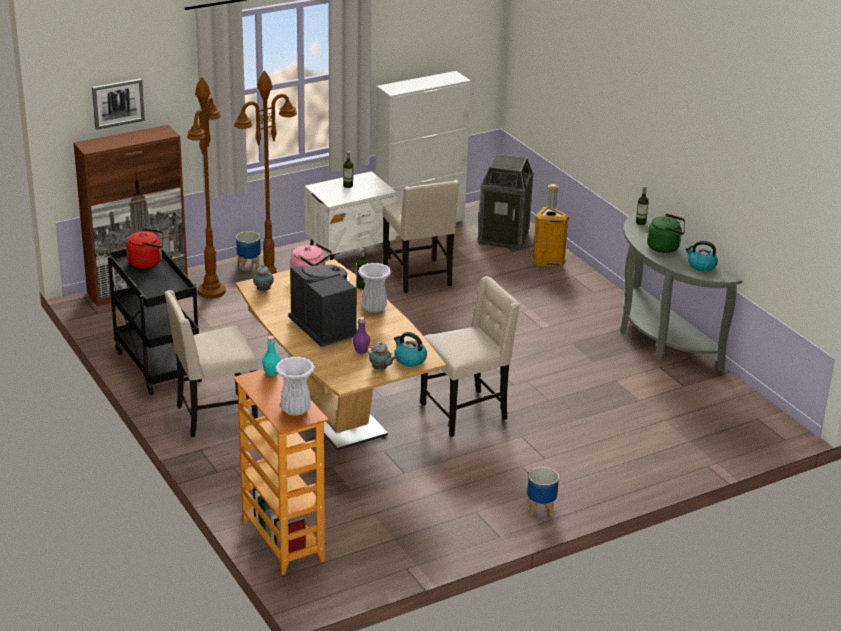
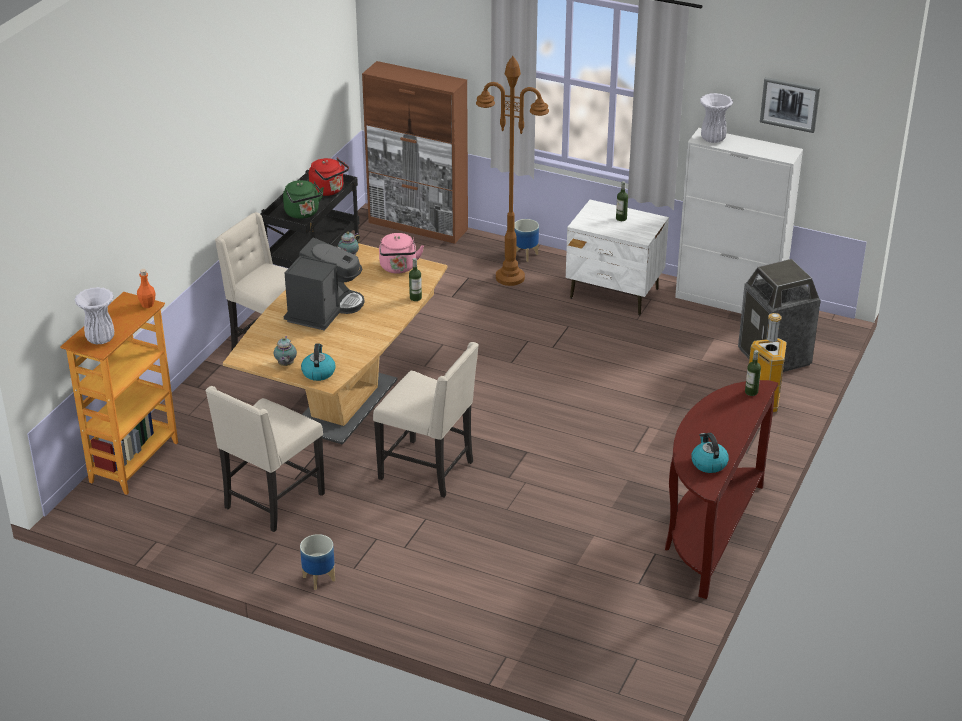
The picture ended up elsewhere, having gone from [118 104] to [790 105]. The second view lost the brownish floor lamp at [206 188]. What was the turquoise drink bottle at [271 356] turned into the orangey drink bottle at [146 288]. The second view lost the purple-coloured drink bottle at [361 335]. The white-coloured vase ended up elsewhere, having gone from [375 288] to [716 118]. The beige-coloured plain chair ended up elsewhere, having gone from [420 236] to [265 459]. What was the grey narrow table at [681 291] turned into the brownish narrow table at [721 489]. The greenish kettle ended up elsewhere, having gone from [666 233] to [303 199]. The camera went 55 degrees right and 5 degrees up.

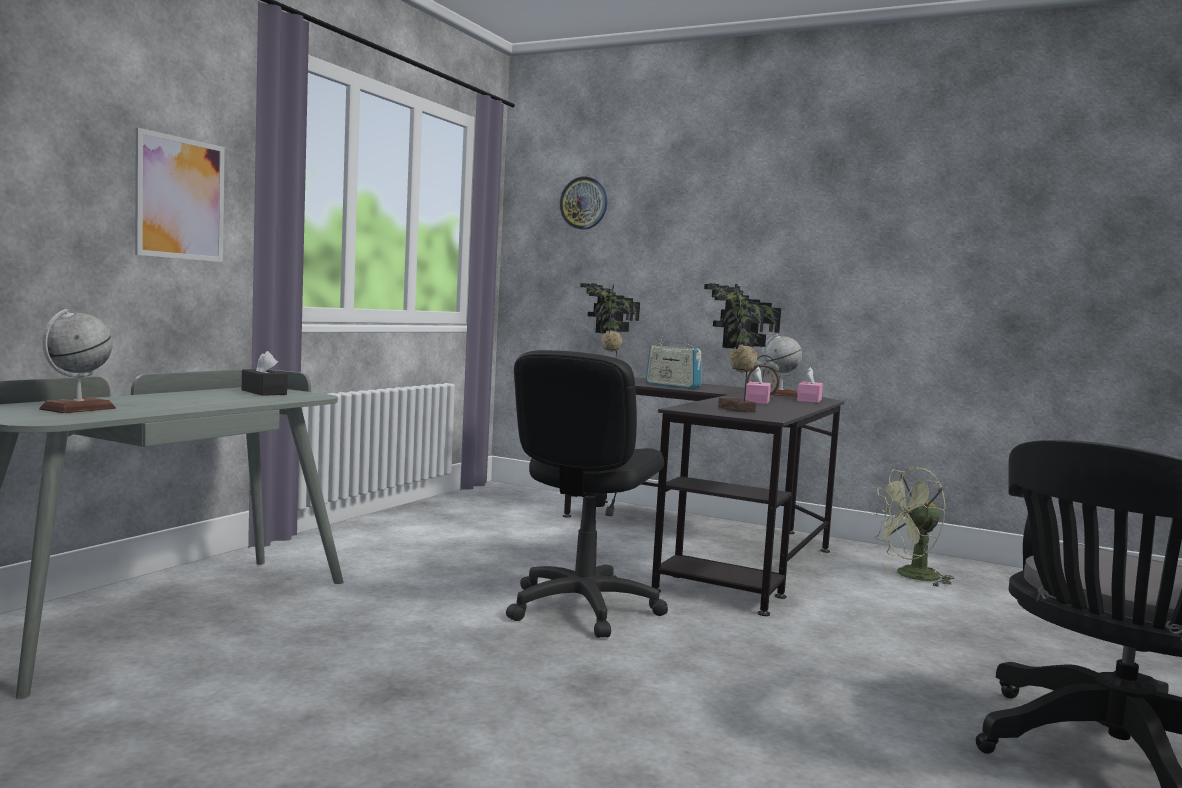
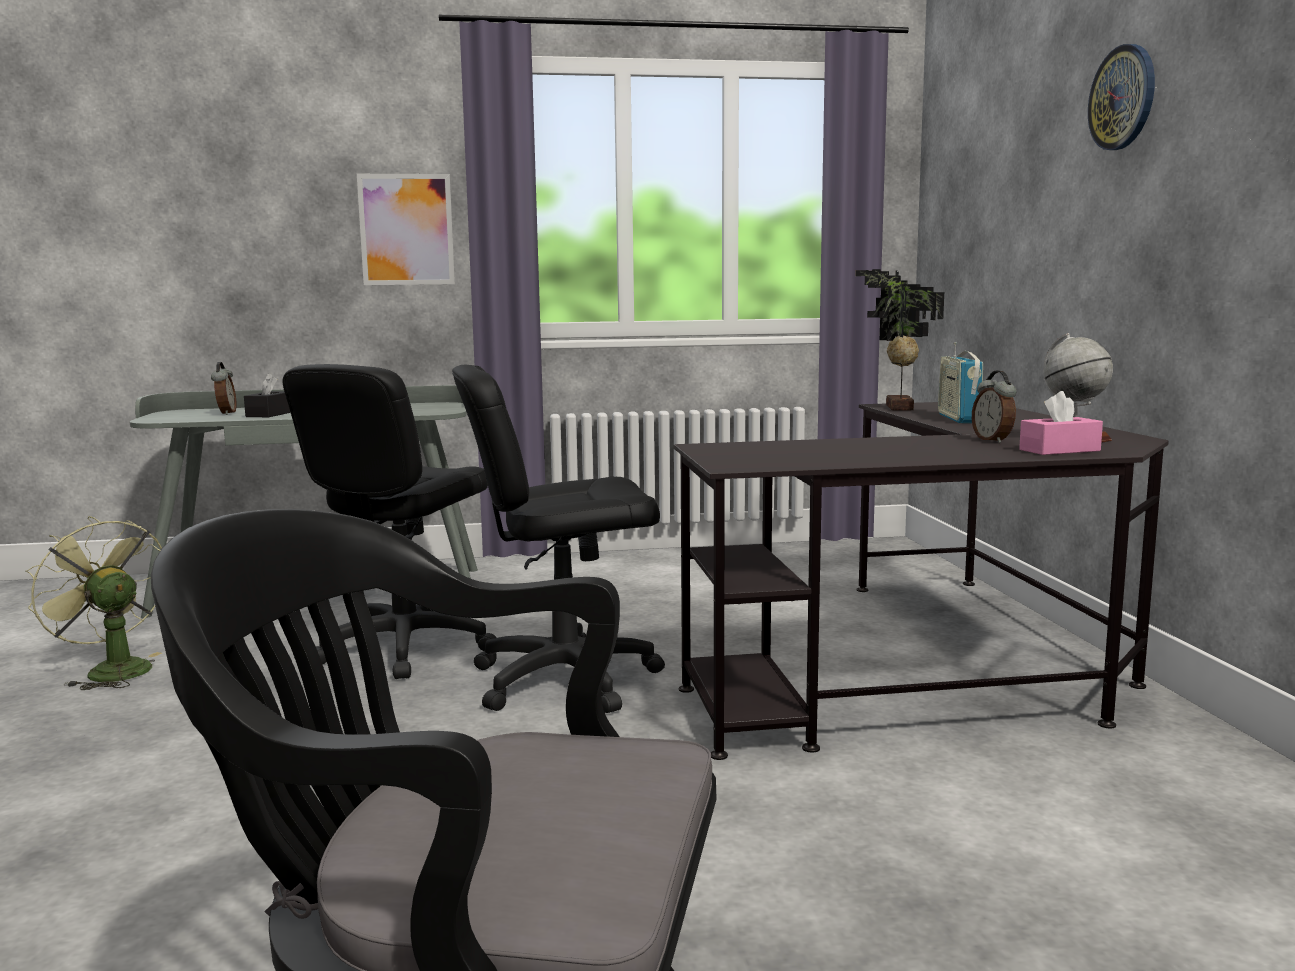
Where the globe stood at [77 361], the alarm clock came to stand at [224 388]. The black-coloured box of tissues ended up elsewhere, having gone from [264 373] to [267 395]. The clock on the wall ended up elsewhere, having gone from [583 203] to [1121 97]. The second view lost the plant in a pot at [742 347]. The second view lost the pink box of tissues at [758 385]. The greenish cooling fan ended up elsewhere, having gone from [912 526] to [93 603]. The second view gained the black-coloured office chair at [389 521]. The camera went 55 degrees right and 5 degrees up.

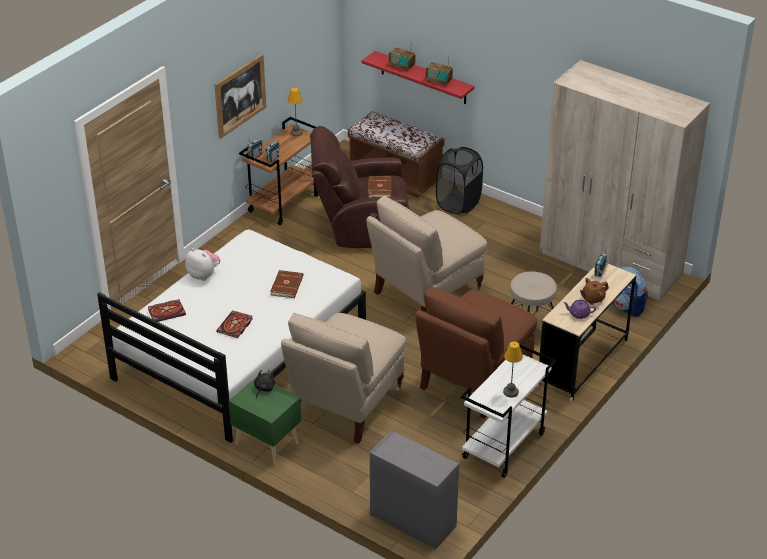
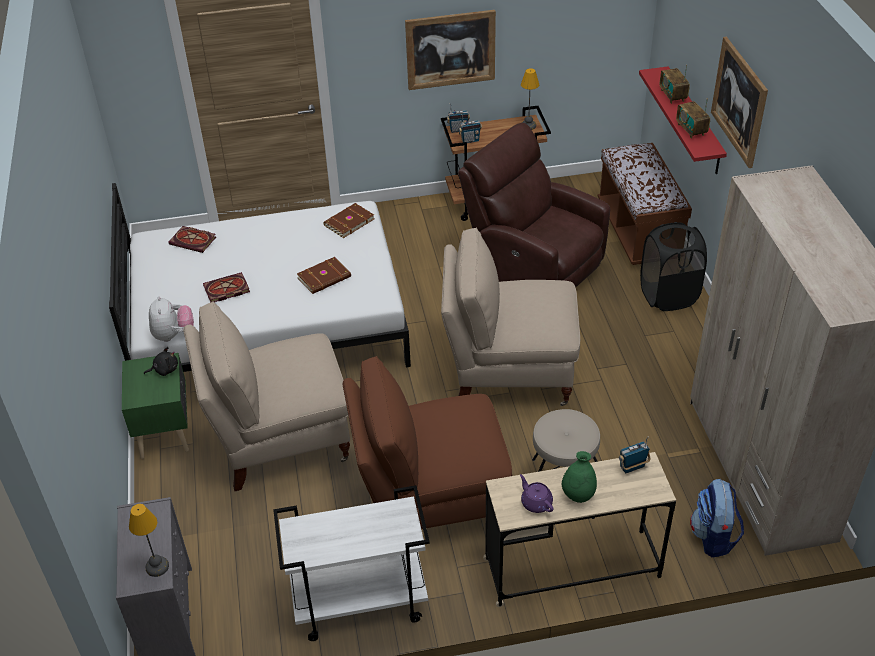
The soft toy ended up elsewhere, having gone from [202 264] to [171 319]. The brownish volume ended up elsewhere, having gone from [380 187] to [349 220]. The table lamp ended up elsewhere, having gone from [513 370] to [149 540]. Where the brownish tea pot stood at [594 291], the greenish vase came to stand at [579 477]. The second view gained the picture at [739 102]. The camera went 45 degrees right and 5 degrees up.

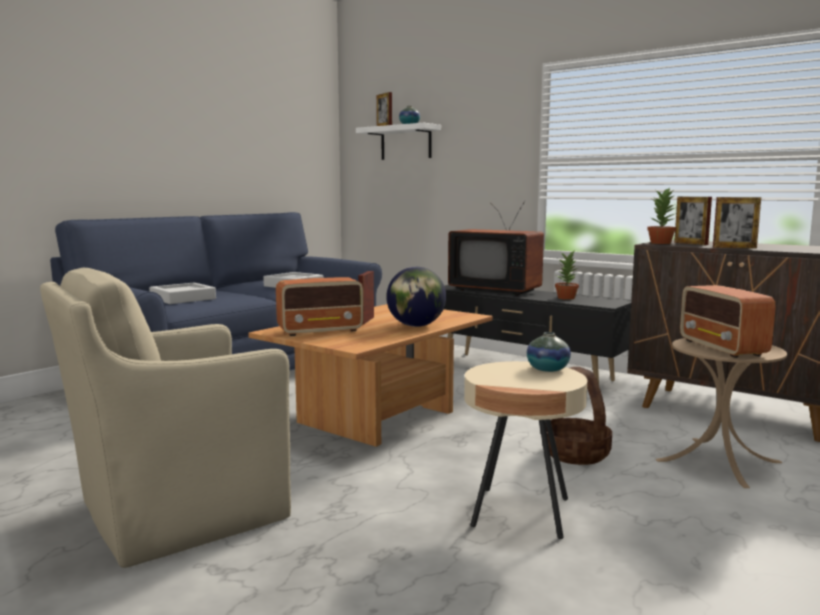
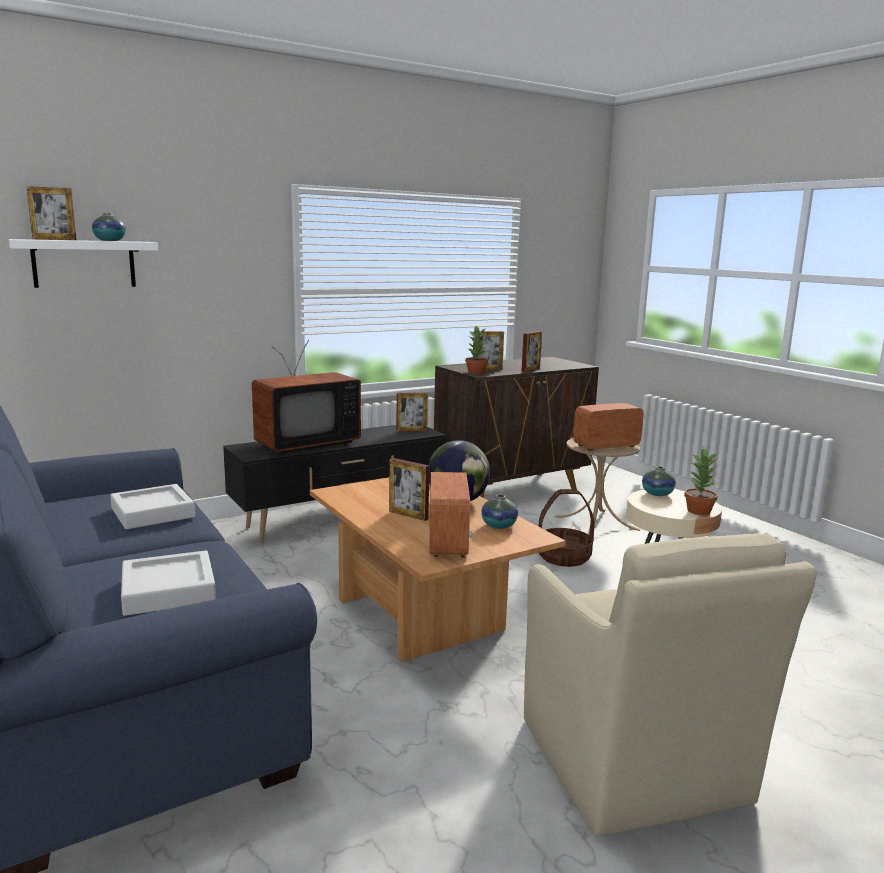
The plant in a pot ended up elsewhere, having gone from [567 275] to [701 481]. The radio at [727 321] ended up facing another way, 150 degrees clockwise from before. The second view gained the photo frame at [412 412]. The second view gained the vase at [499 512]. The camera went 70 degrees left and 5 degrees up.

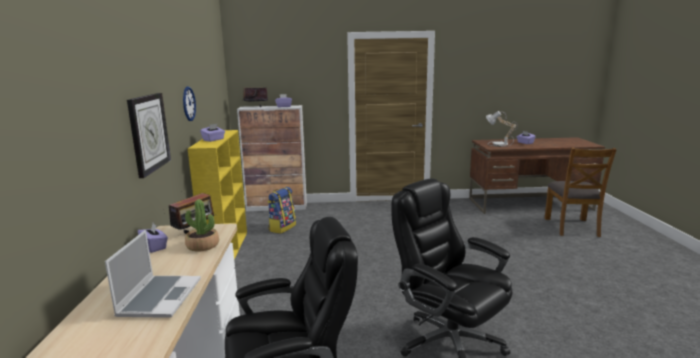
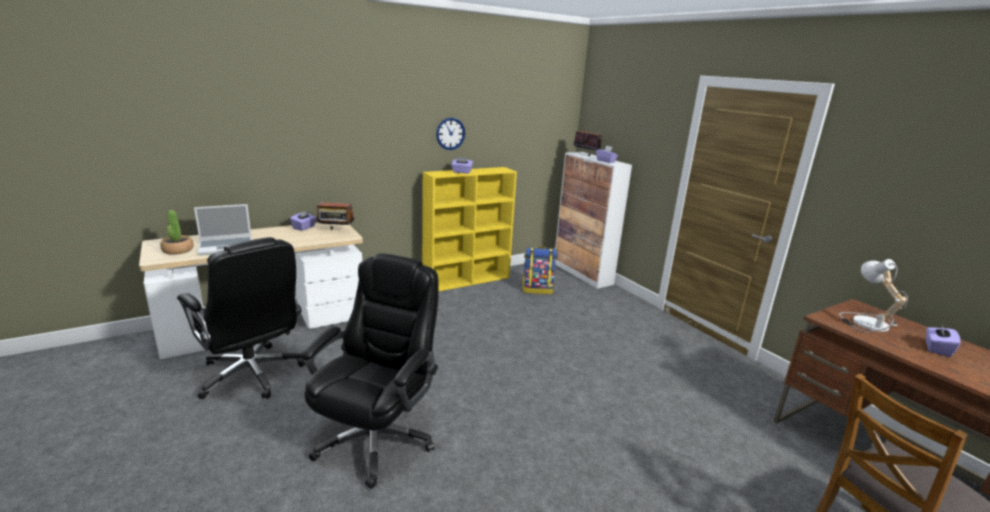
The second view lost the clock on the wall at [149 135]. The plant in a pot ended up elsewhere, having gone from [202 225] to [177 232]. The camera went 60 degrees right and 5 degrees up.

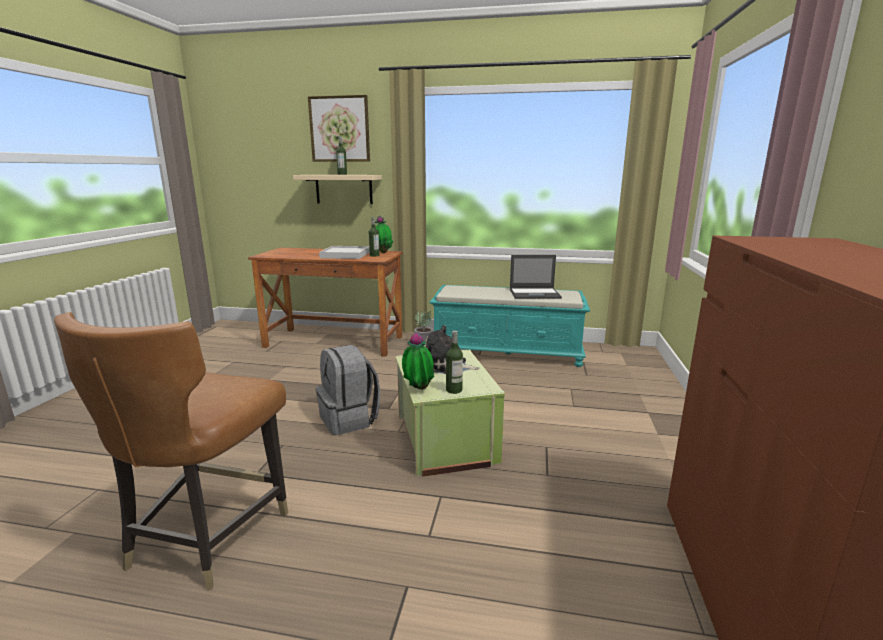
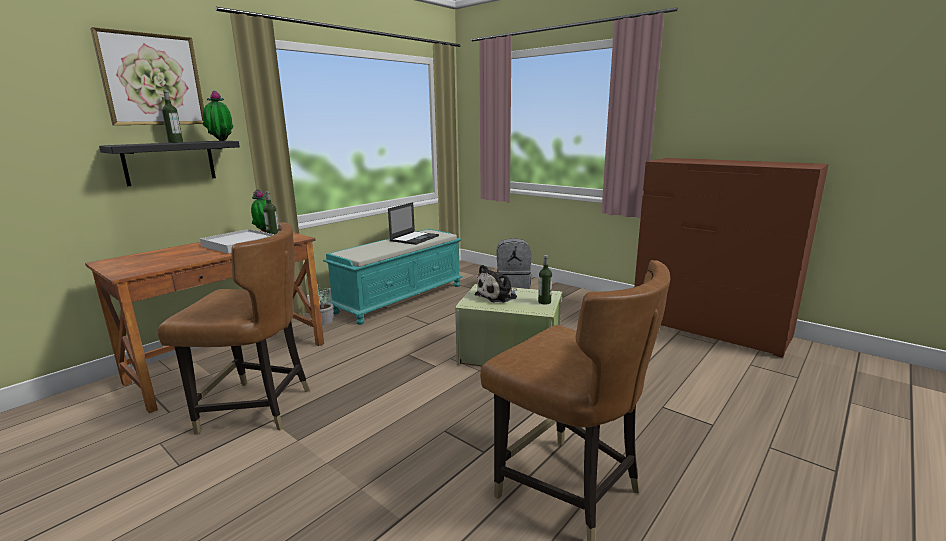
What was the beige-coloured bracket shelf at [337 189] turned into the black-coloured bracket shelf at [169 163]. The grey backpack ended up elsewhere, having gone from [348 390] to [514 263]. The plant in a pot ended up elsewhere, having gone from [418 361] to [218 116]. The second view gained the brownish plain chair at [234 328]. The camera went 60 degrees left and 0 degrees up.

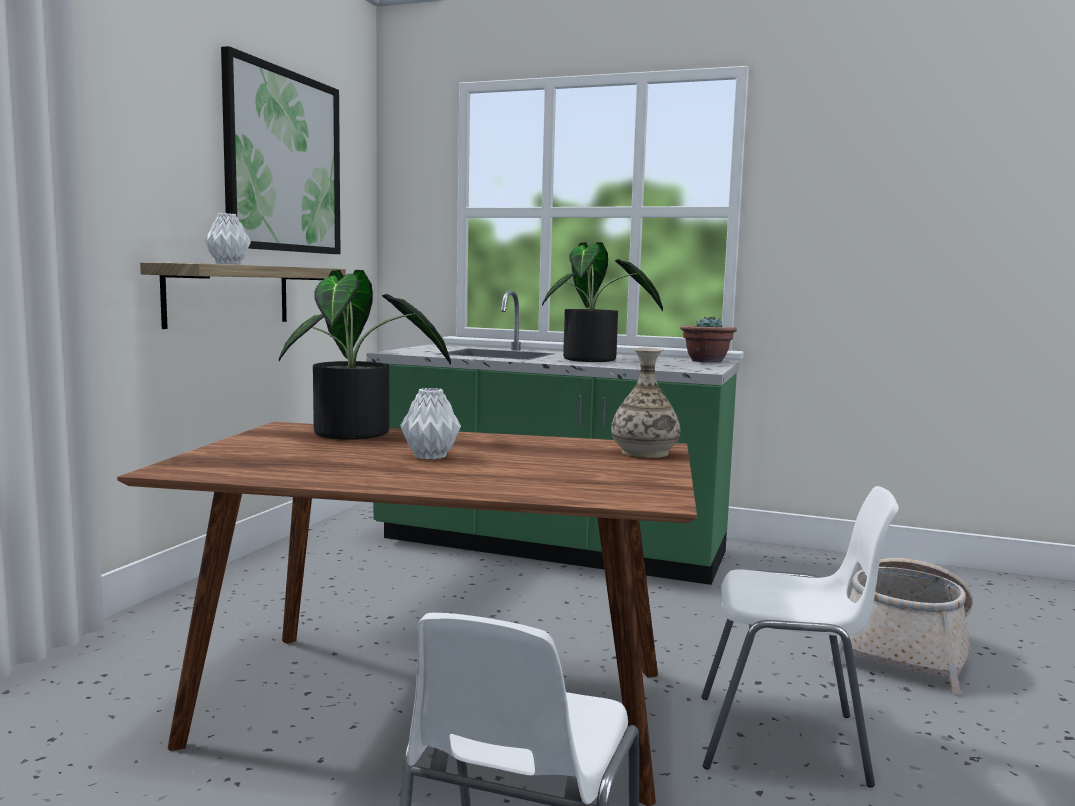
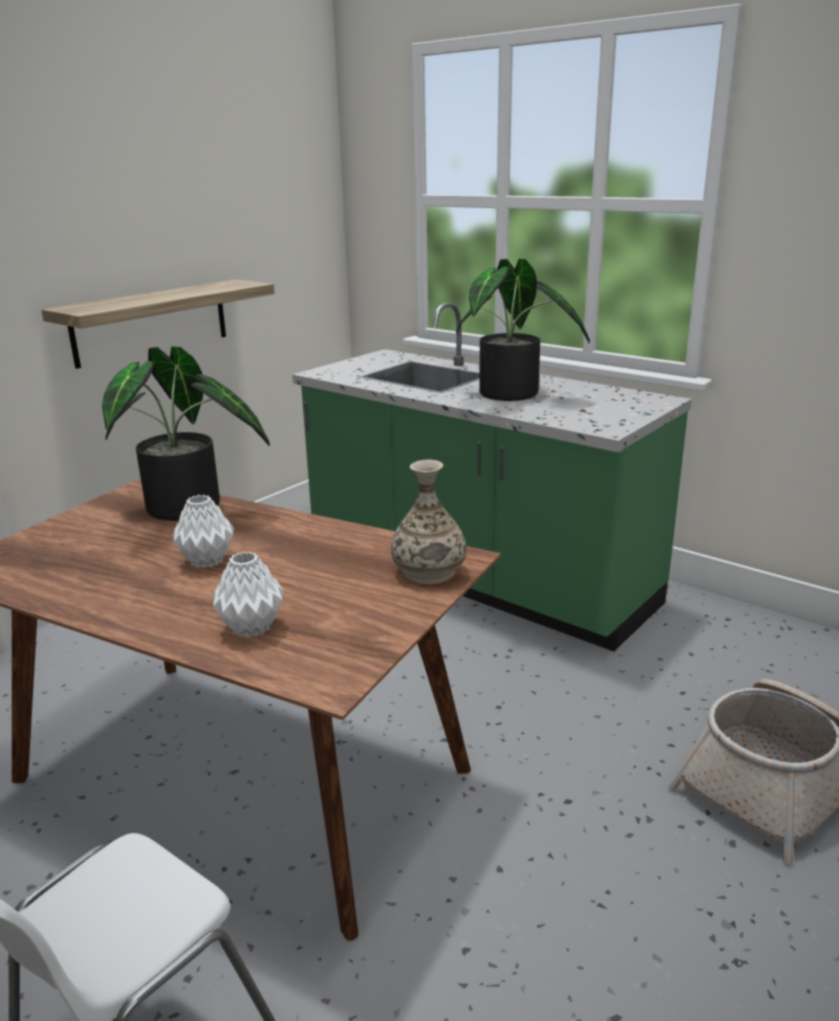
The white-coloured vase ended up elsewhere, having gone from [227 239] to [248 595]. The second view lost the picture at [280 150]. The second view lost the plant in a pot at [708 339]. The second view lost the white-coloured plain chair at [800 636]. The camera went 20 degrees right and 15 degrees up.

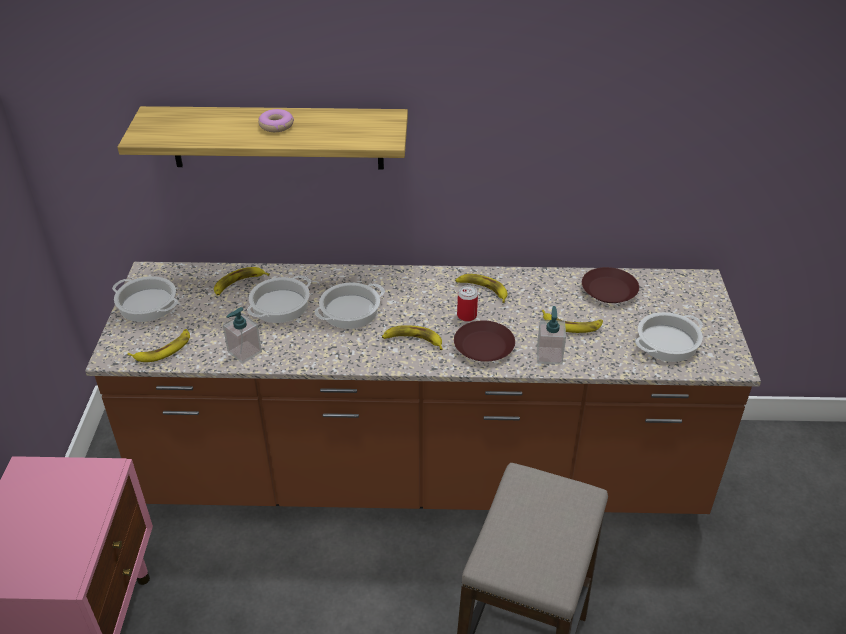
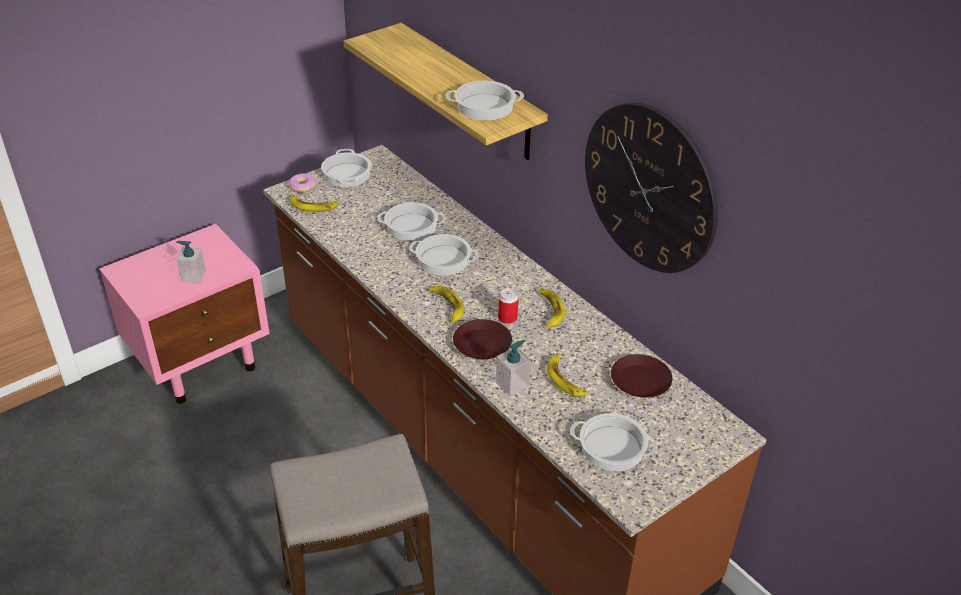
The second view lost the banana fruit at [242 281]. The liquid soap bottle ended up elsewhere, having gone from [242 335] to [191 262]. The donut ended up elsewhere, having gone from [276 120] to [302 183]. The second view gained the stockpot at [484 101]. The second view gained the clock on the wall at [651 187]. The camera went 50 degrees right and 0 degrees up.

